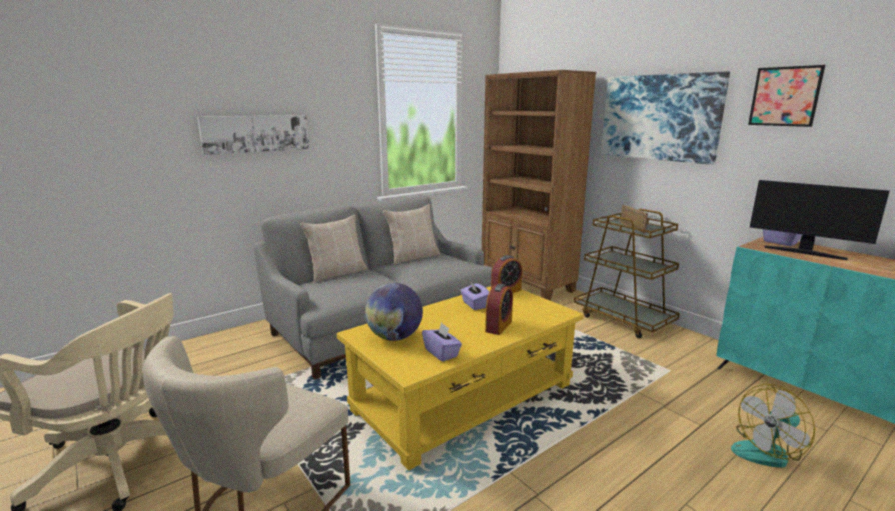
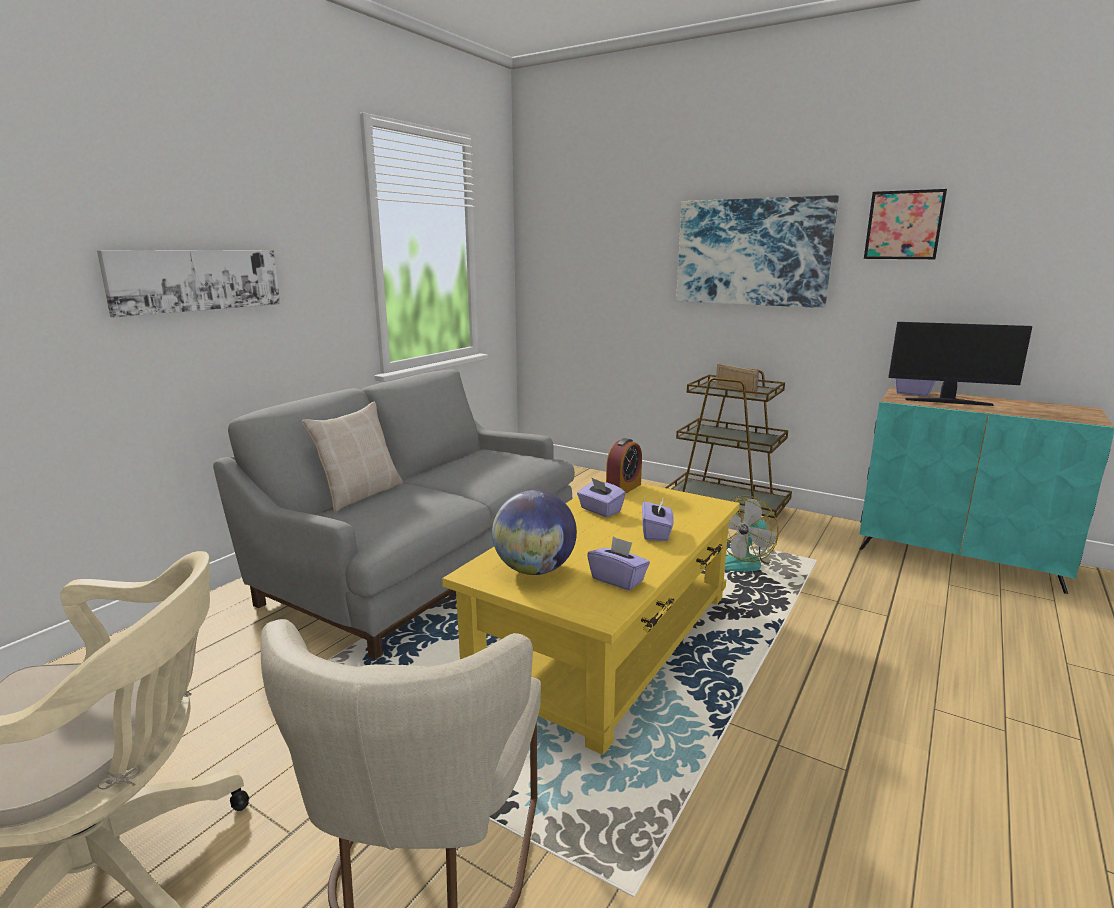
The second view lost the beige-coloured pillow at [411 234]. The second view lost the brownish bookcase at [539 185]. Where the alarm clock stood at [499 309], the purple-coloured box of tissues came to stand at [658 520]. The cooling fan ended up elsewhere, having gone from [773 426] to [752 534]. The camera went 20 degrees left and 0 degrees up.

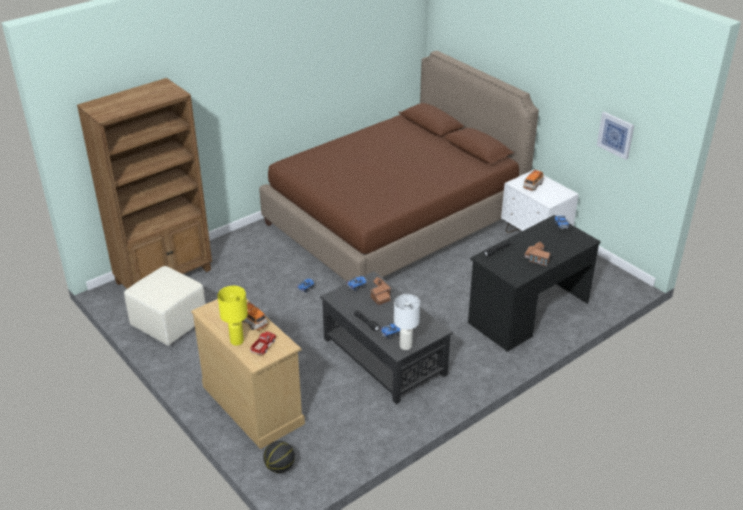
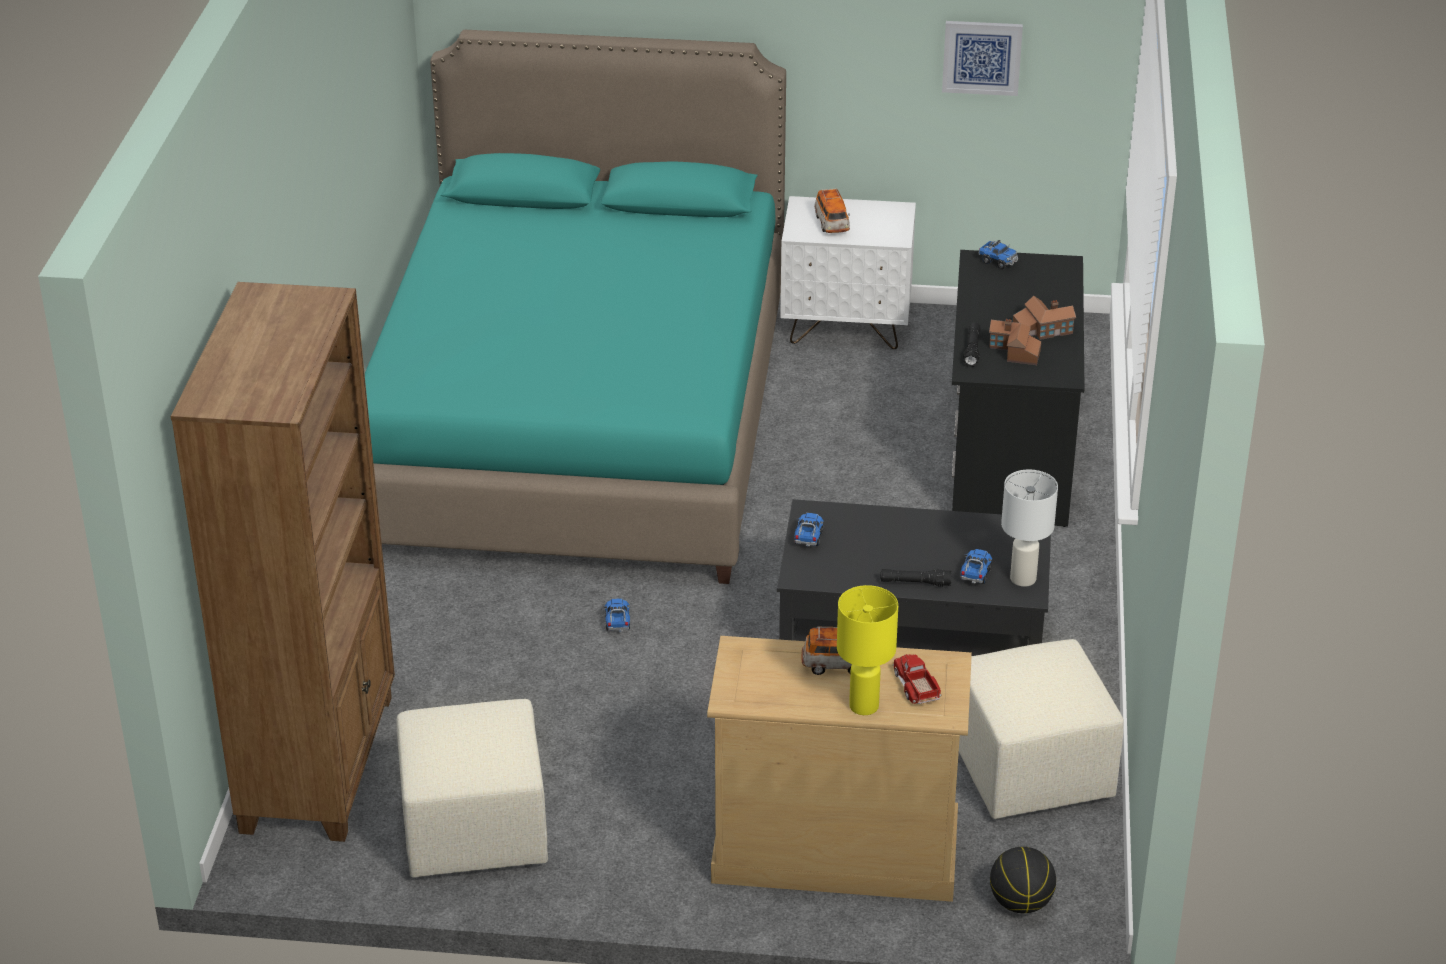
What was the brownish sleeping bed at [399 166] turned into the turquoise sleeping bed at [575 307]. The toy house ended up elsewhere, having gone from [380 291] to [1015 342]. The second view gained the beige-coloured footrest at [1041 729]. The camera went 45 degrees left and 0 degrees up.

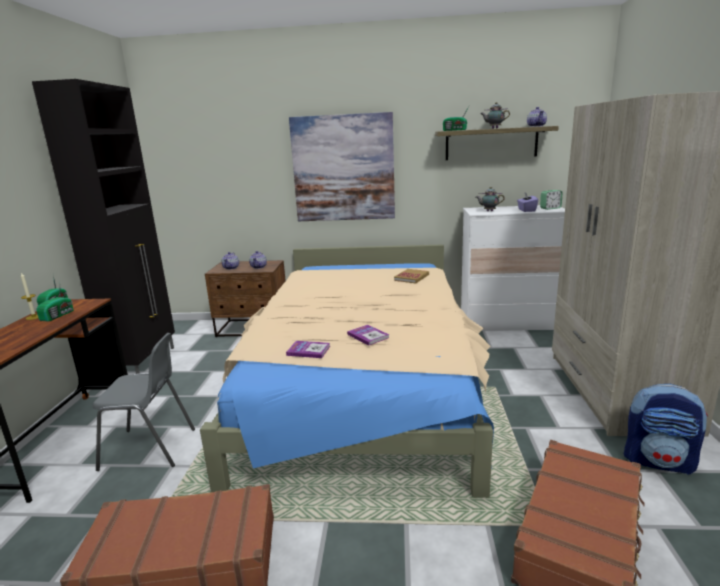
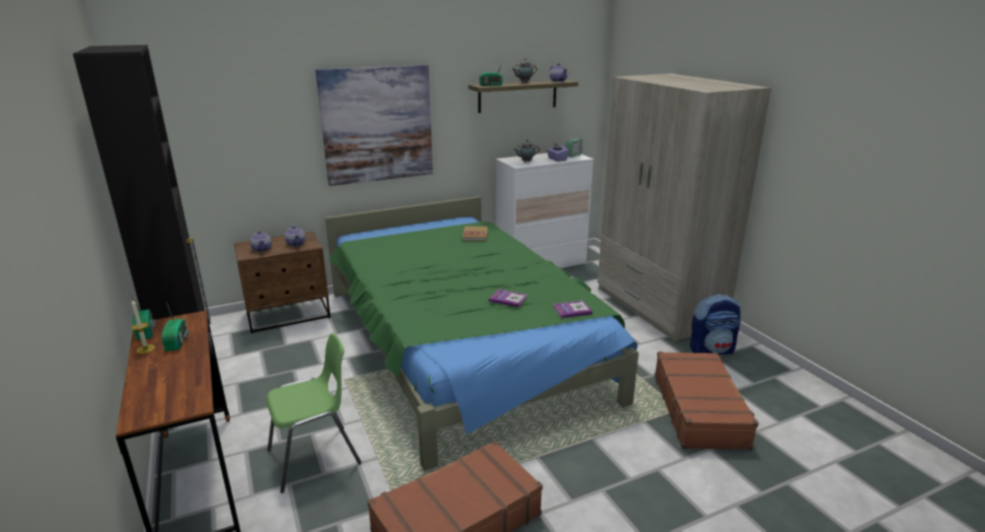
What was the grey plain chair at [144 402] turned into the greenish plain chair at [314 413]. What was the beige-coloured sleeping bed at [347 371] turned into the greenish sleeping bed at [482 333]. The volume ended up elsewhere, having gone from [308 349] to [573 309]. The camera went 30 degrees left and 5 degrees up.

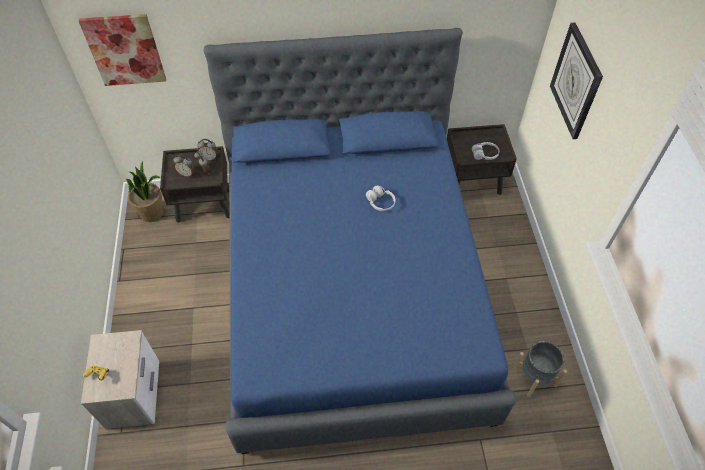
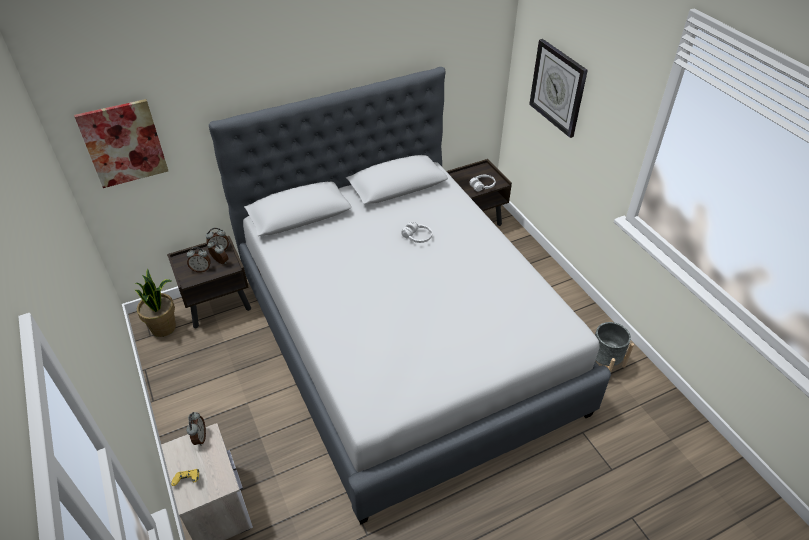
What was the bluish sleeping bed at [359 241] turned into the grey sleeping bed at [410 296]. The second view gained the alarm clock at [196 429]. The camera went 20 degrees left and 10 degrees down.

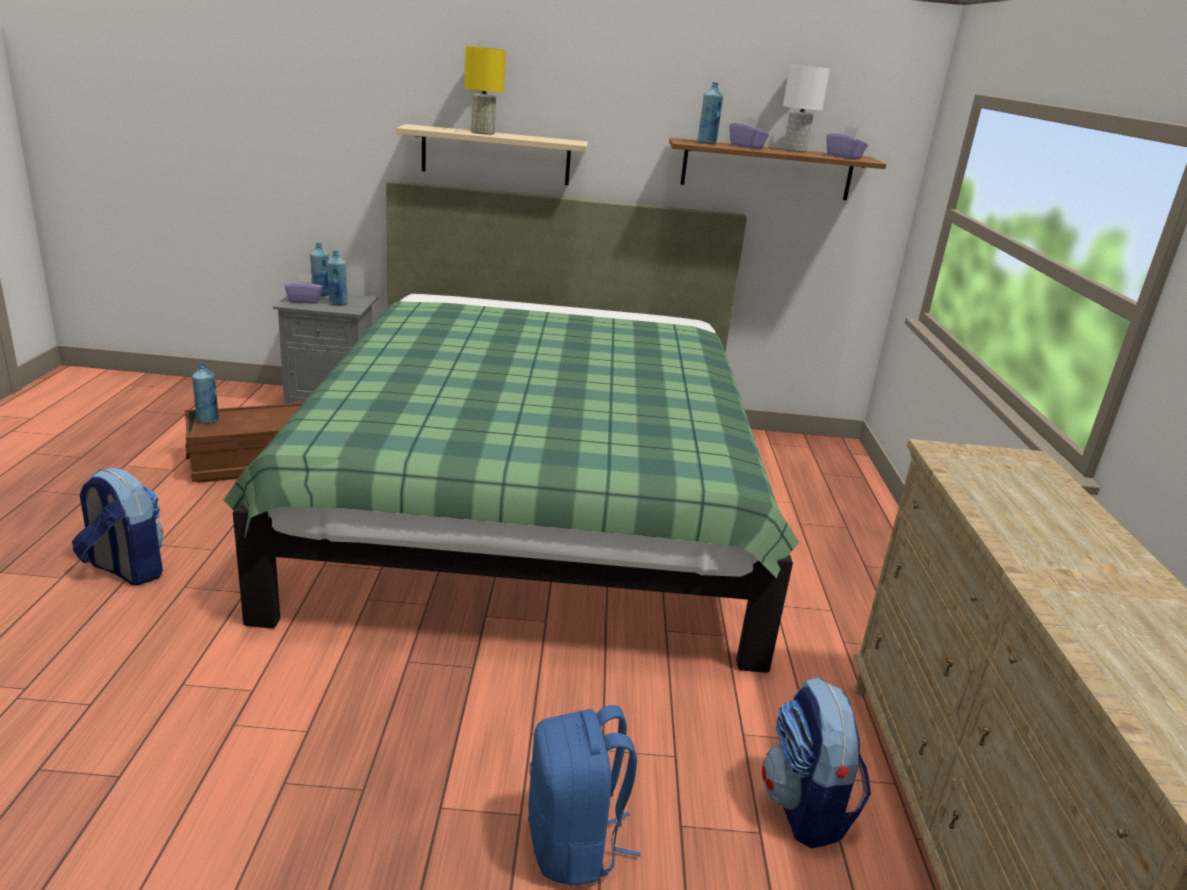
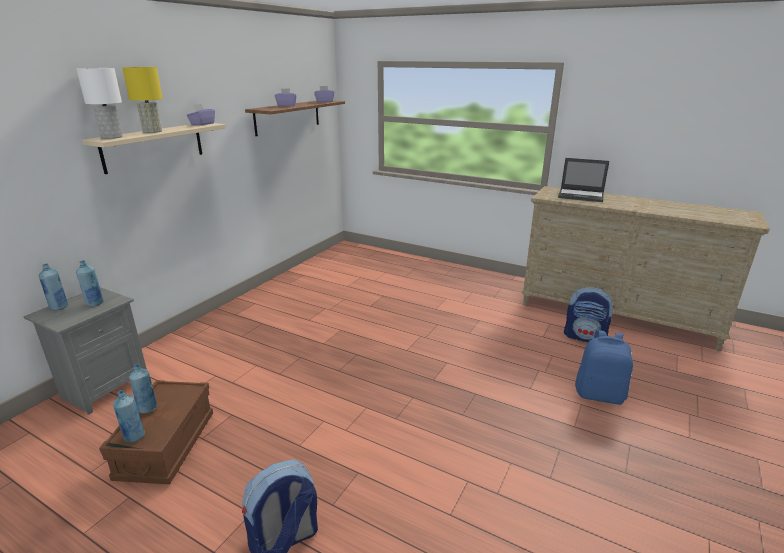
The second view lost the greenish sleeping bed at [511 426]. The purple-coloured box of tissues ended up elsewhere, having gone from [303 289] to [201 114]. The bluish drink bottle ended up elsewhere, having gone from [710 113] to [143 389]. The white-coloured table lamp ended up elsewhere, having gone from [806 108] to [99 103]. The second view gained the laptop at [583 180]. The camera went 60 degrees left and 0 degrees up.

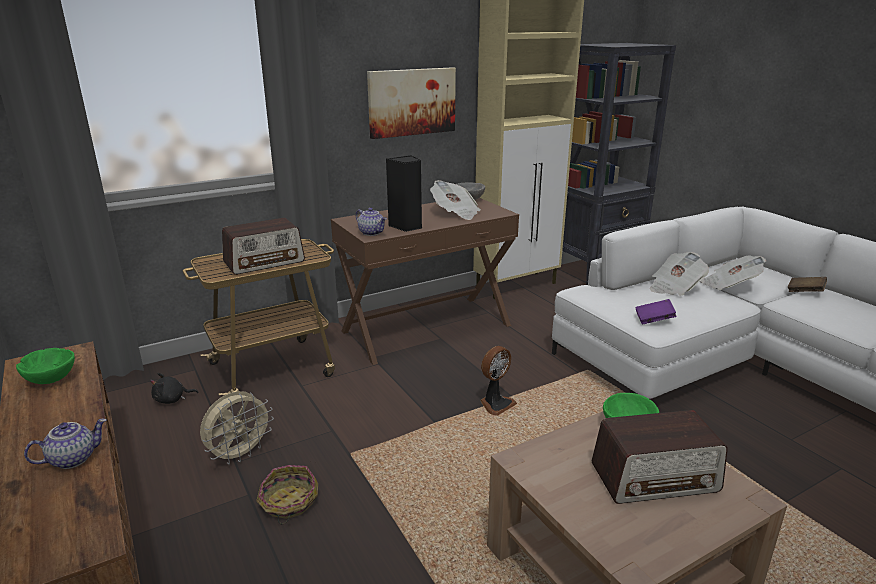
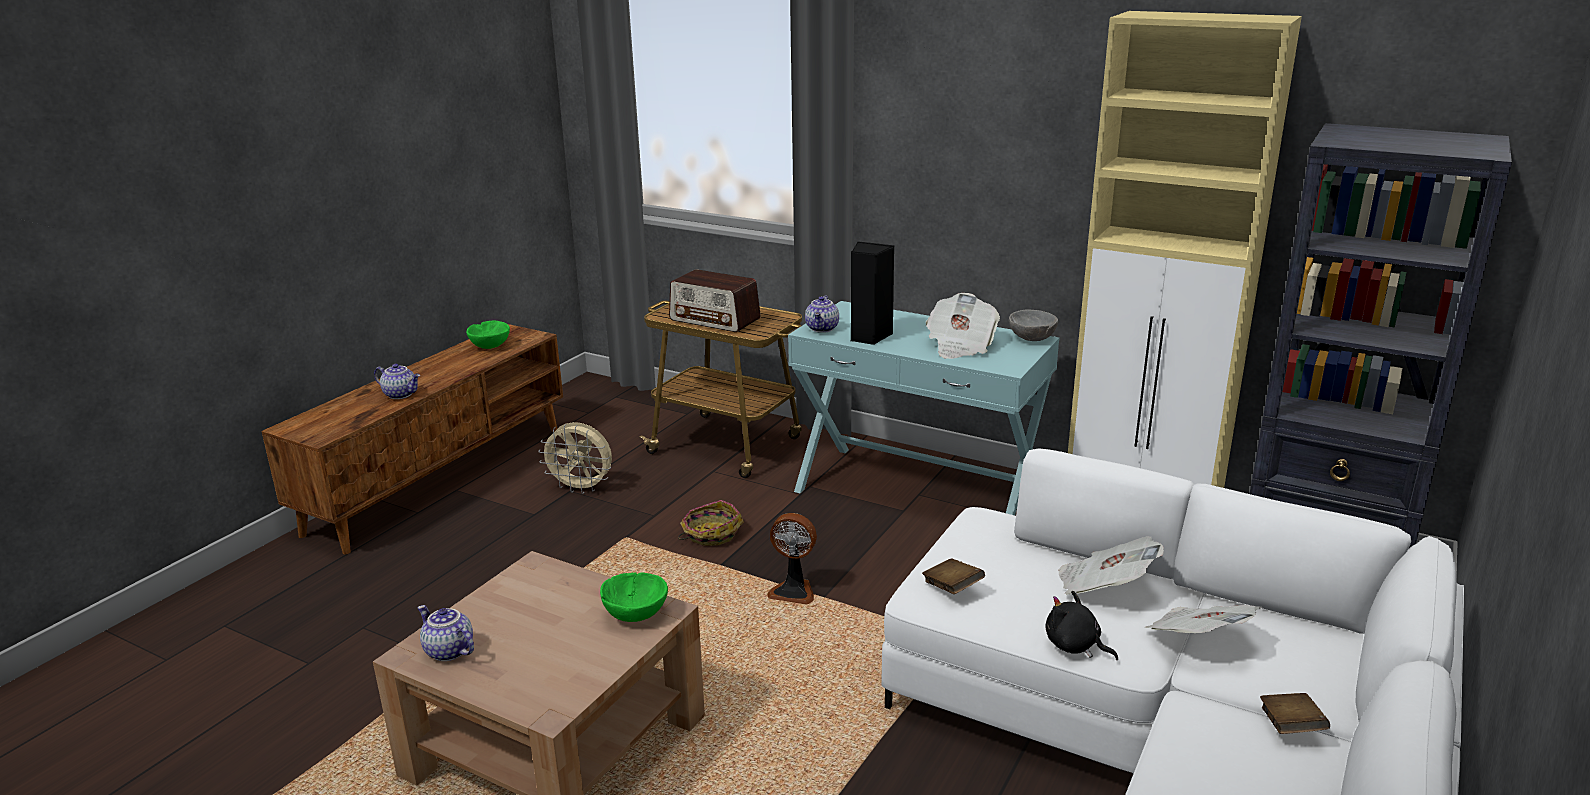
The black-coloured soft toy ended up elsewhere, having gone from [174 388] to [1082 625]. The basket ended up elsewhere, having gone from [287 494] to [711 523]. What was the brownish narrow table at [425 281] turned into the turquoise narrow table at [923 408]. The second view lost the picture at [411 103]. The second view lost the radio at [659 457]. What was the purple-coloured volume at [656 311] turned into the brownish volume at [953 576]. The second view gained the tea pot at [446 633]. The camera went 60 degrees right and 0 degrees up.

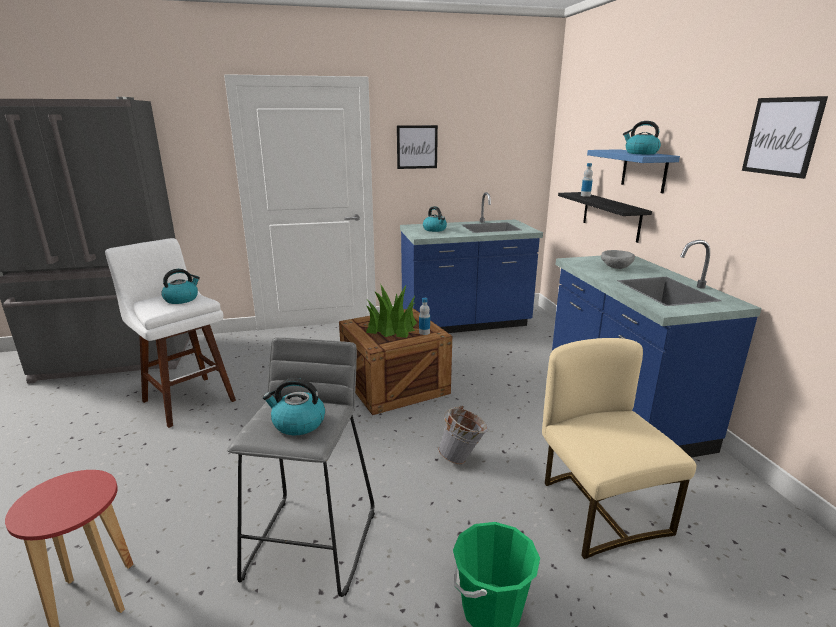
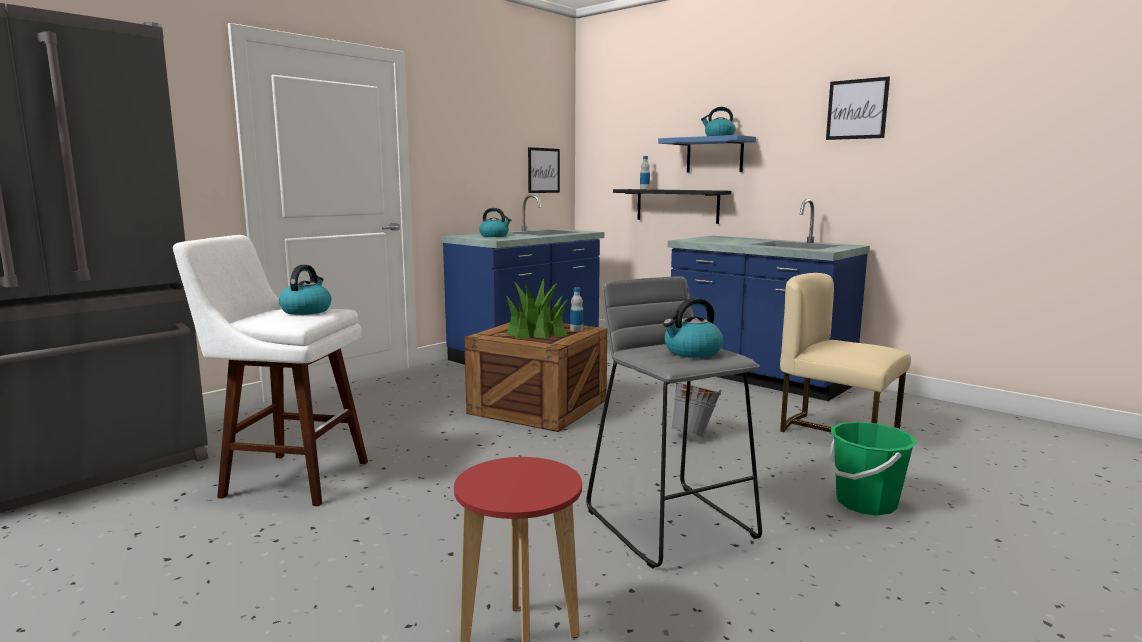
The picture ended up elsewhere, having gone from [417 147] to [544 170]. The second view lost the grey deep dish at [618 259]. The camera went 35 degrees left and 10 degrees down.

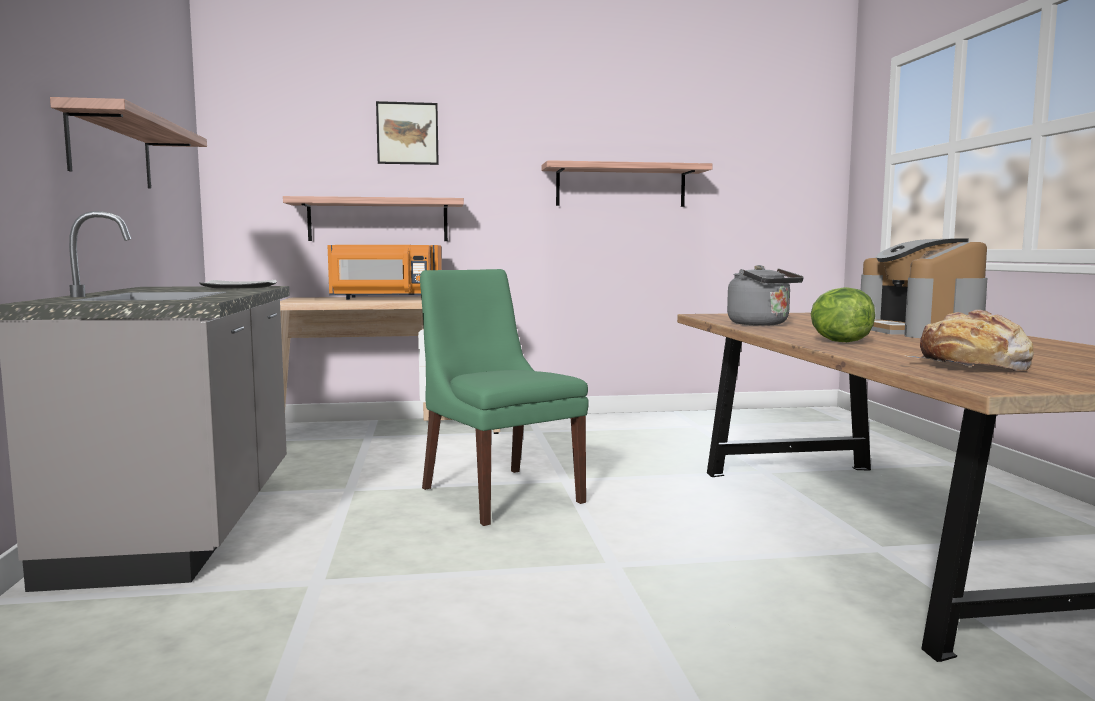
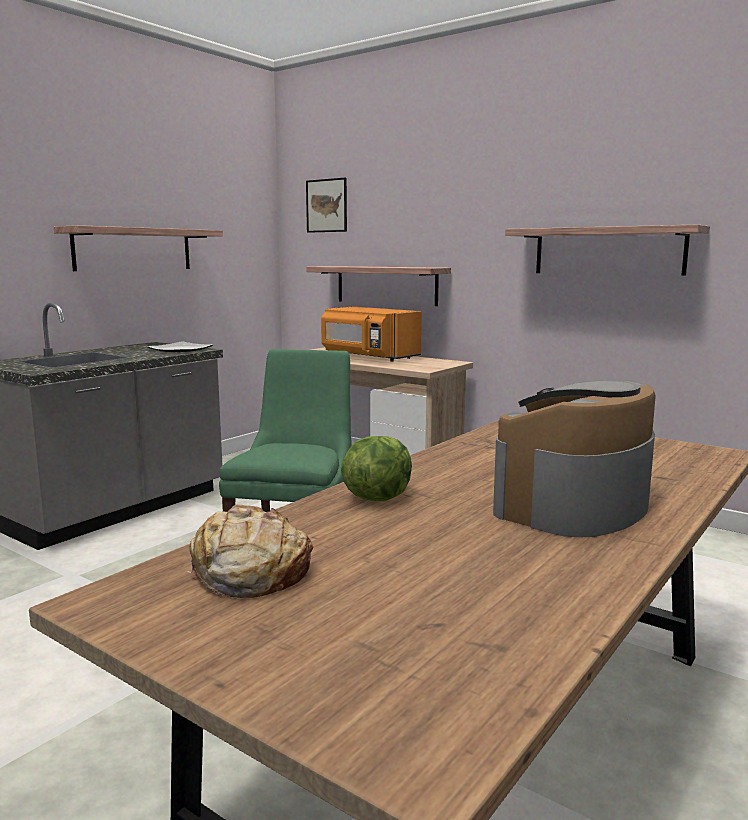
The picture ended up elsewhere, having gone from [407 133] to [326 205]. The second view lost the grey kettle at [765 295]. The camera went 45 degrees right and 5 degrees up.

